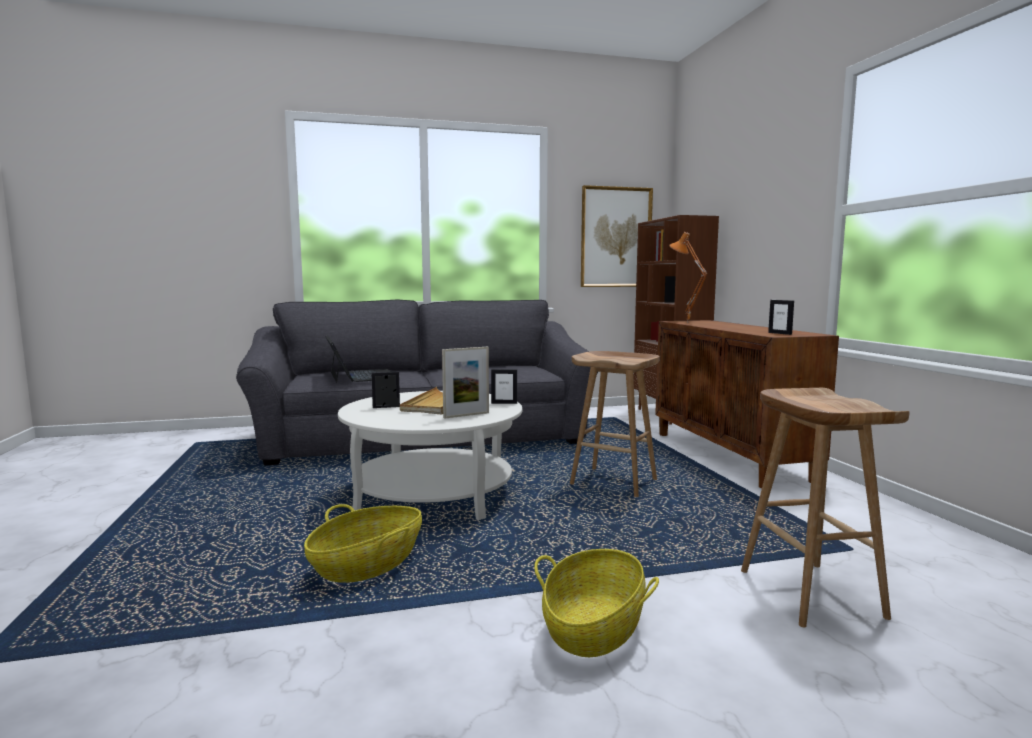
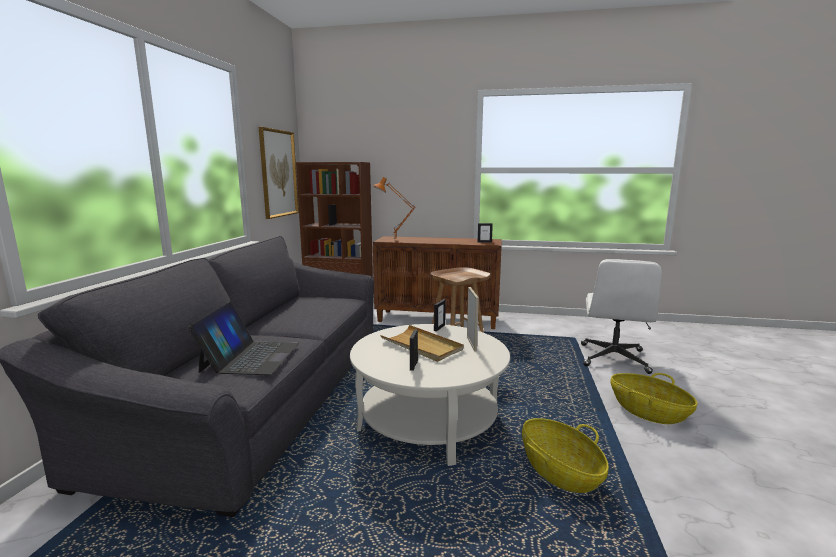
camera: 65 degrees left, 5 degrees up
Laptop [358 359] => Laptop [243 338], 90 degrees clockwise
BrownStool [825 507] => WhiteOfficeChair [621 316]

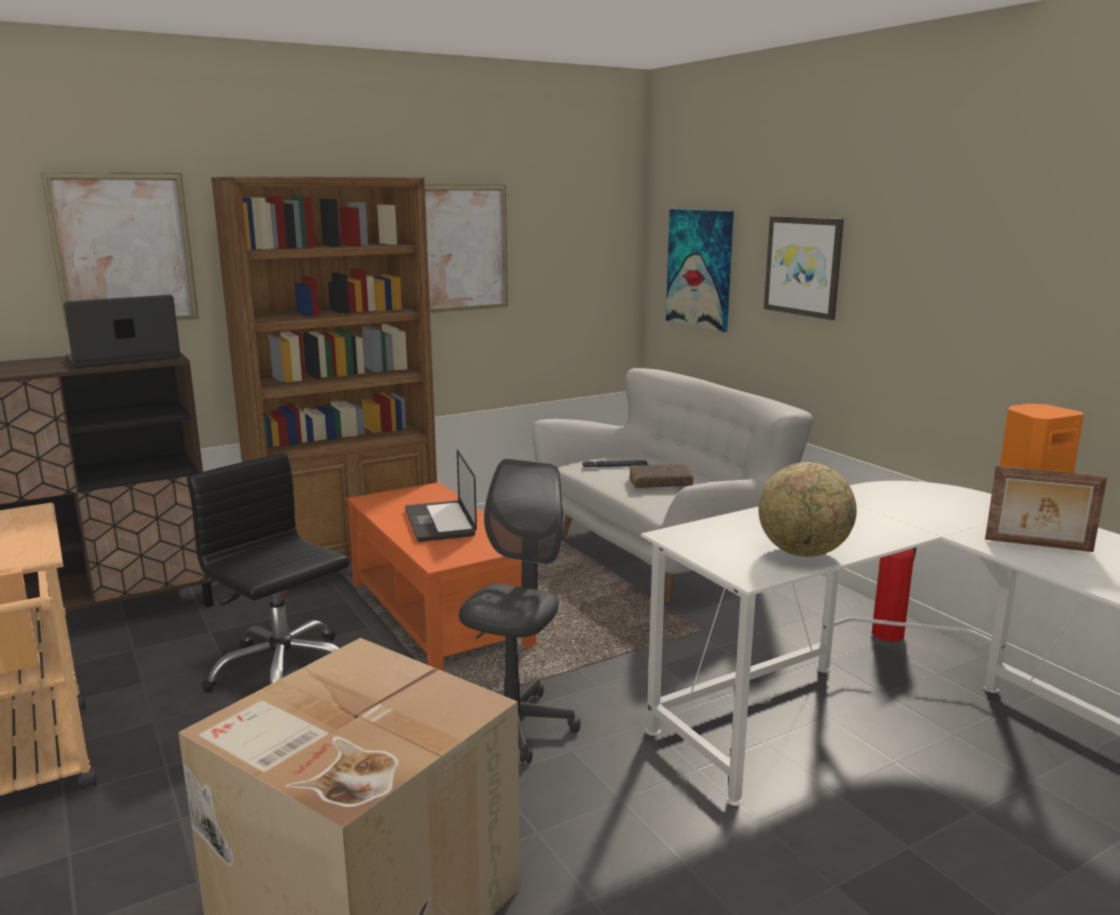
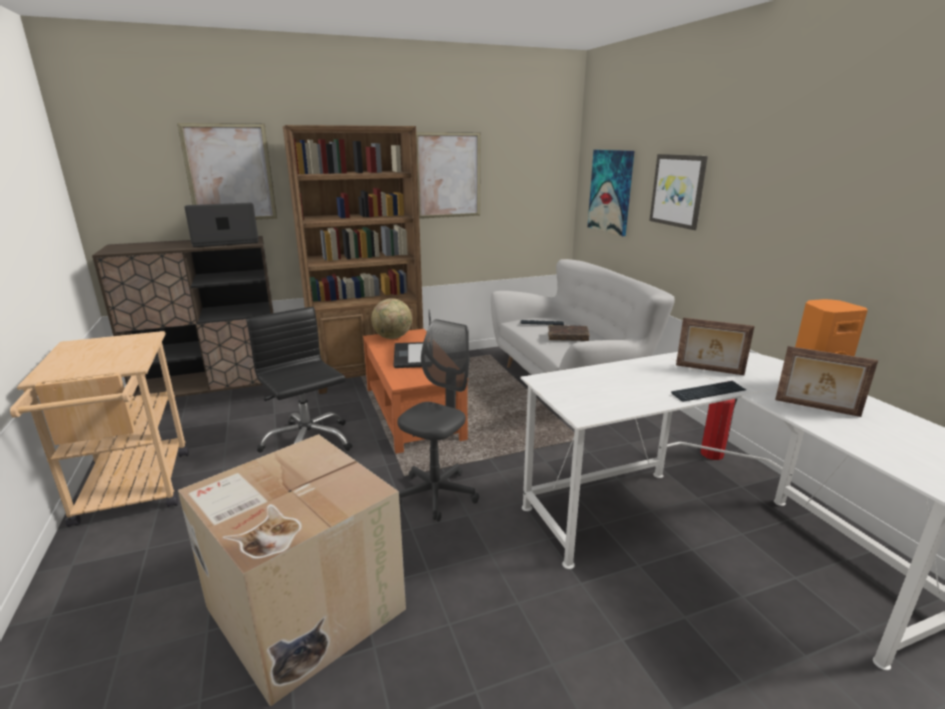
camera: 10 degrees right, 5 degrees up
Globe [807 509] => Globe [391 318], move
nothing => Keyboard [708 391]
nothing => PictureFrame [715 346]

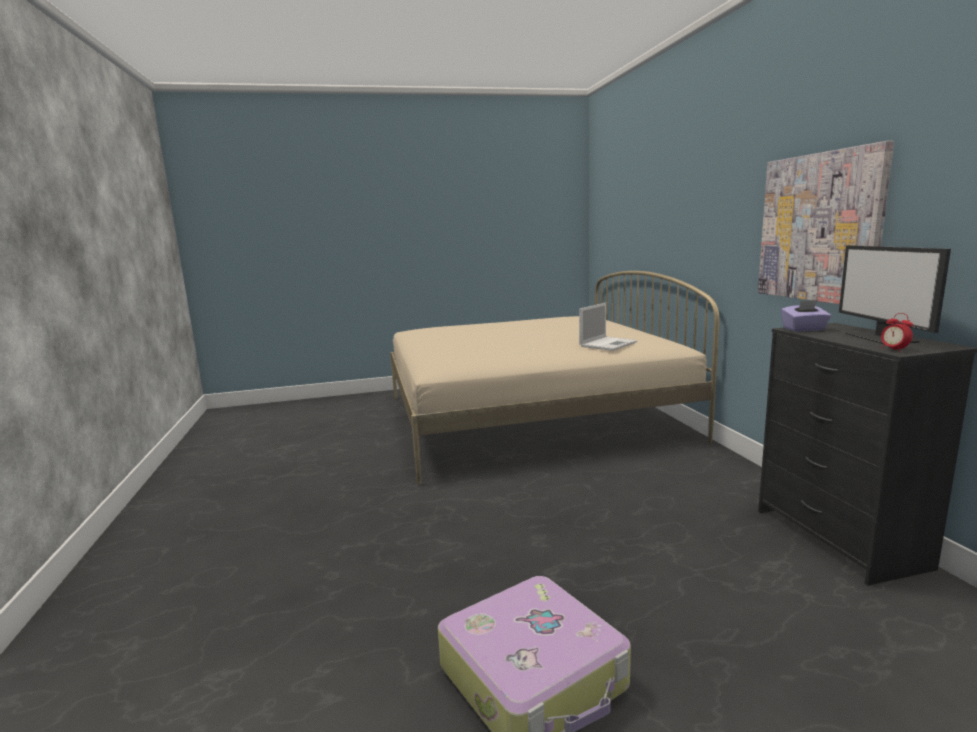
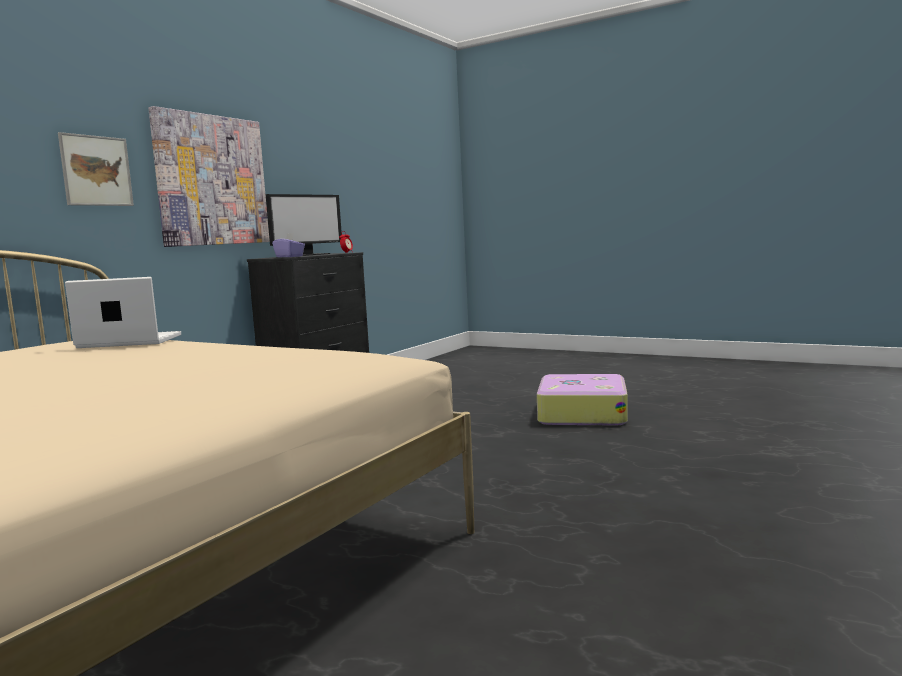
camera: 135 degrees left, 5 degrees down
nothing => Picture [96 169]

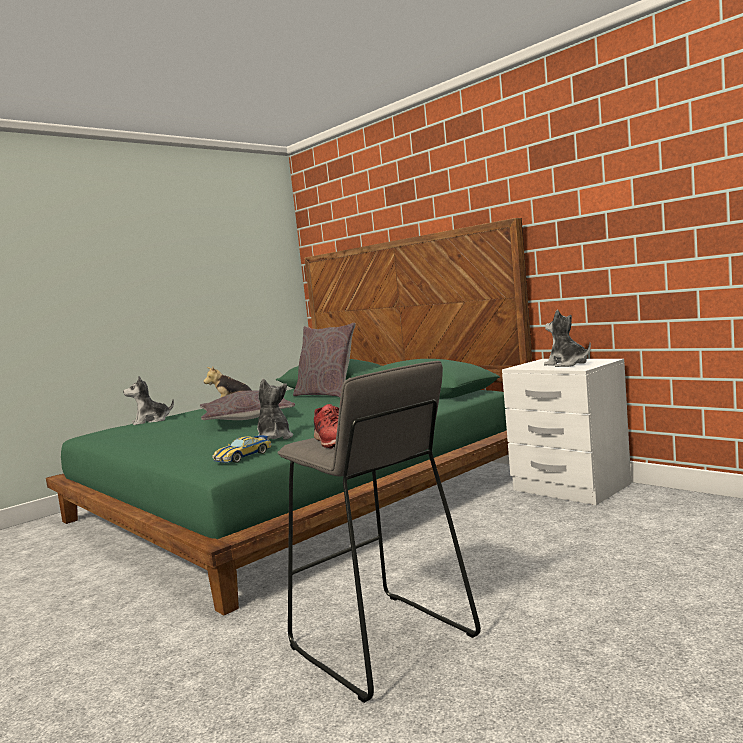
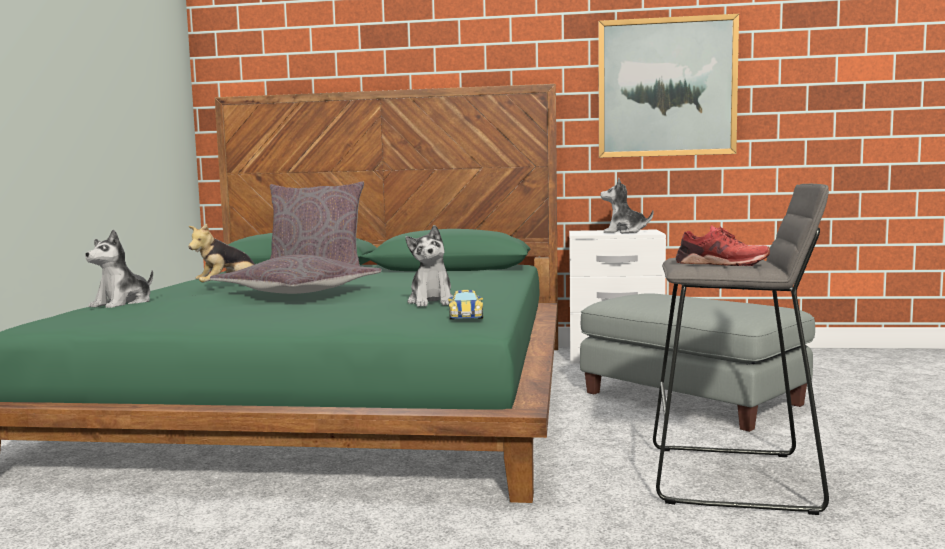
camera: 40 degrees left, 0 degrees up
PlushToy [275 409] => PlushToy [429 266], 135 degrees counterclockwise
nothing => GreyOttoman [697 362]
nothing => Picture [668 86]

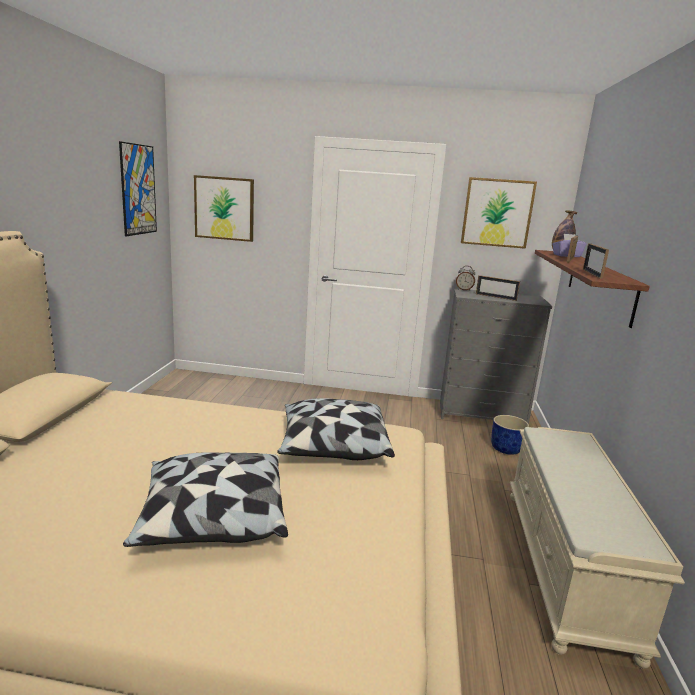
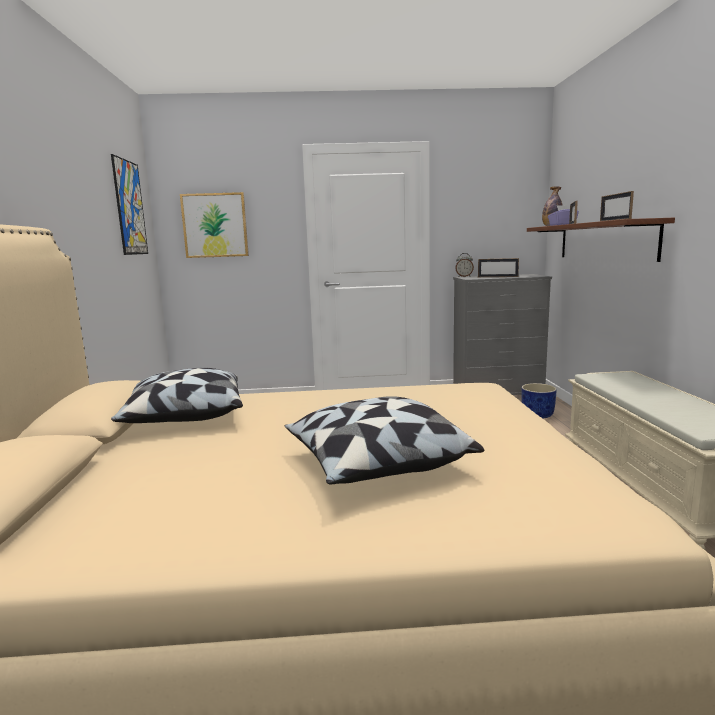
camera: 10 degrees left, 5 degrees down
Pillow [336 429] => Pillow [177 395], move
Picture [499 213] => nothing

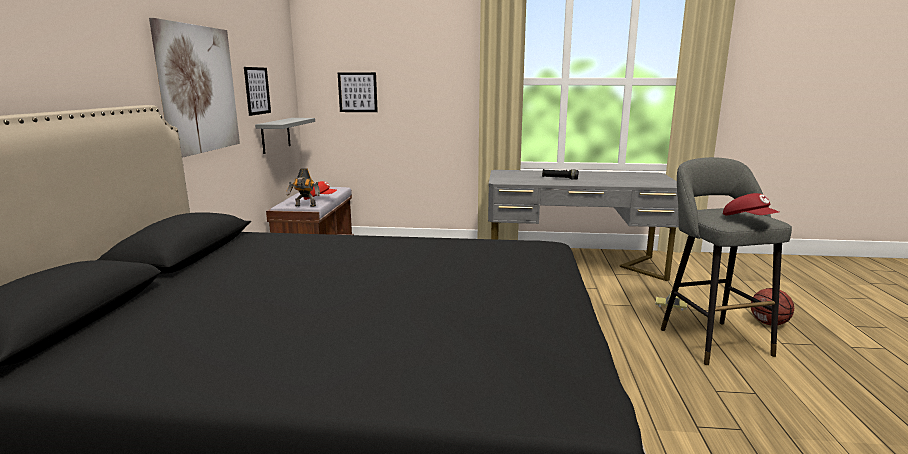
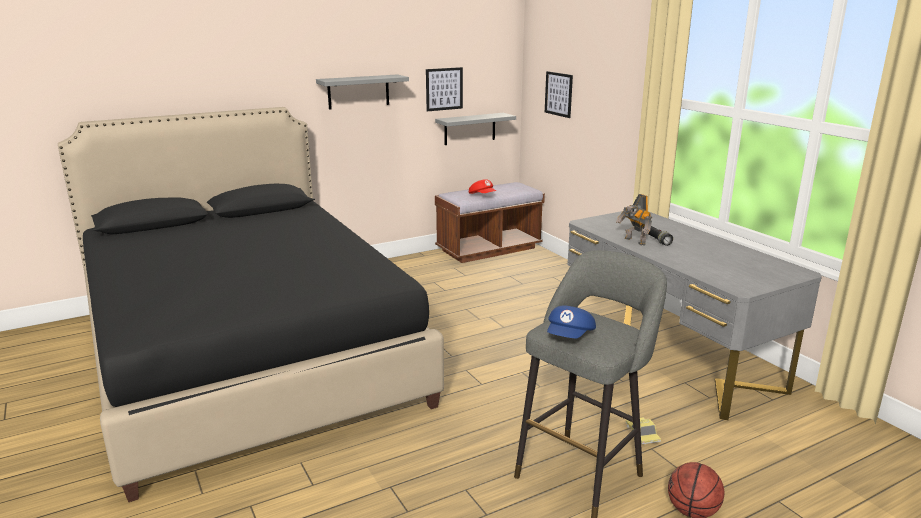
camera: 55 degrees right, 5 degrees up
Picture [194 88] => GreyShelf [362 92]
RedCap [751 204] => BlueCap [571 321]
ToyRobot [303 187] => ToyRobot [634 219], move

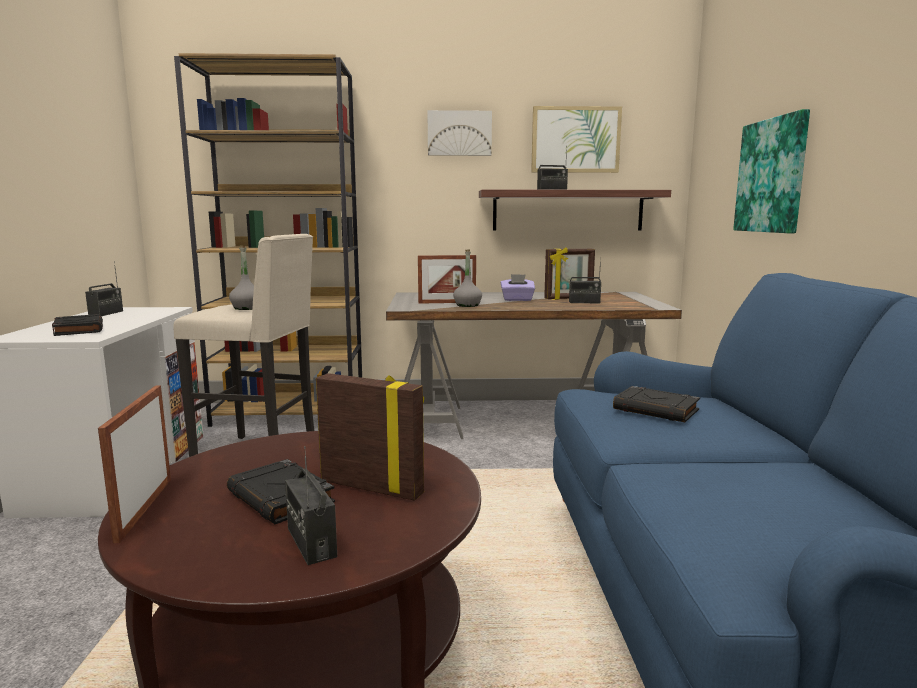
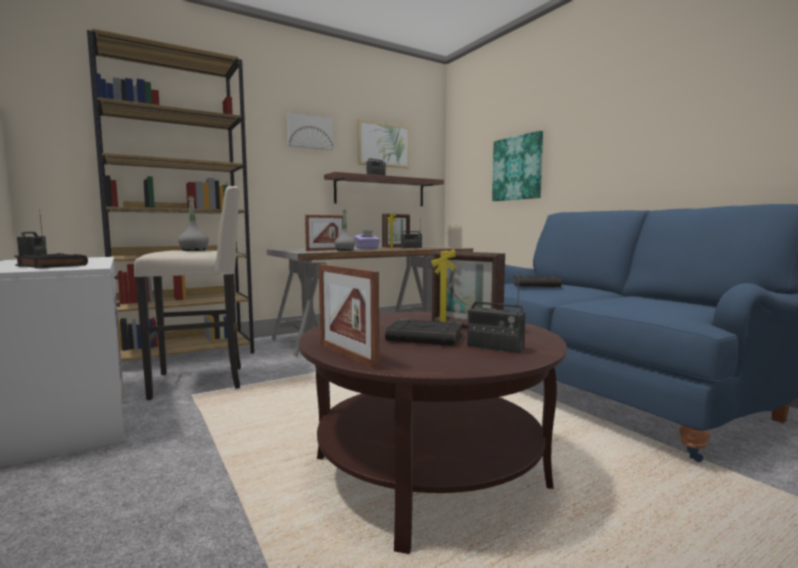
camera: 30 degrees left, 5 degrees down
PictureFrame [370 437] => PictureFrame [468 288], 135 degrees counterclockwise

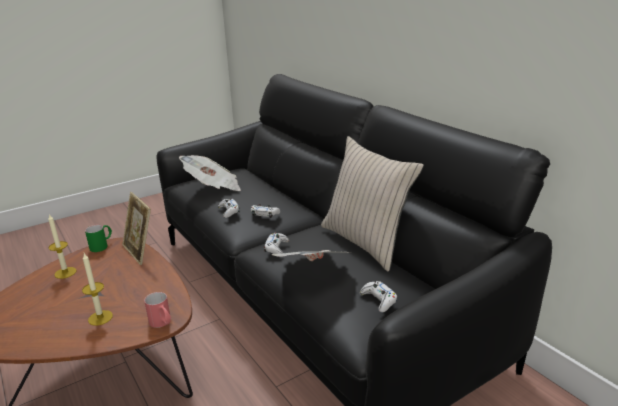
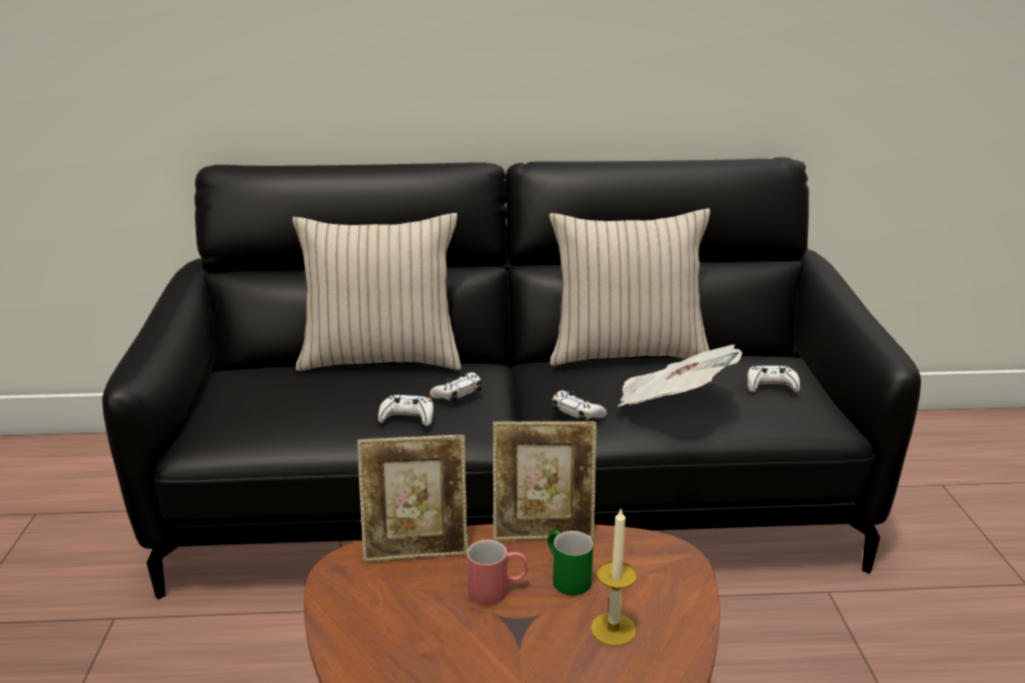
camera: 60 degrees left, 0 degrees up
nothing => BeigePillow [376 292]
RedMug [157 310] => RedMug [497 572], move
nothing => PictureFrame [545 481]
GreenMug [98 238] => GreenMug [570 563], move
Candle [62 246] => nothing
Newspaper [210 173] => nothing

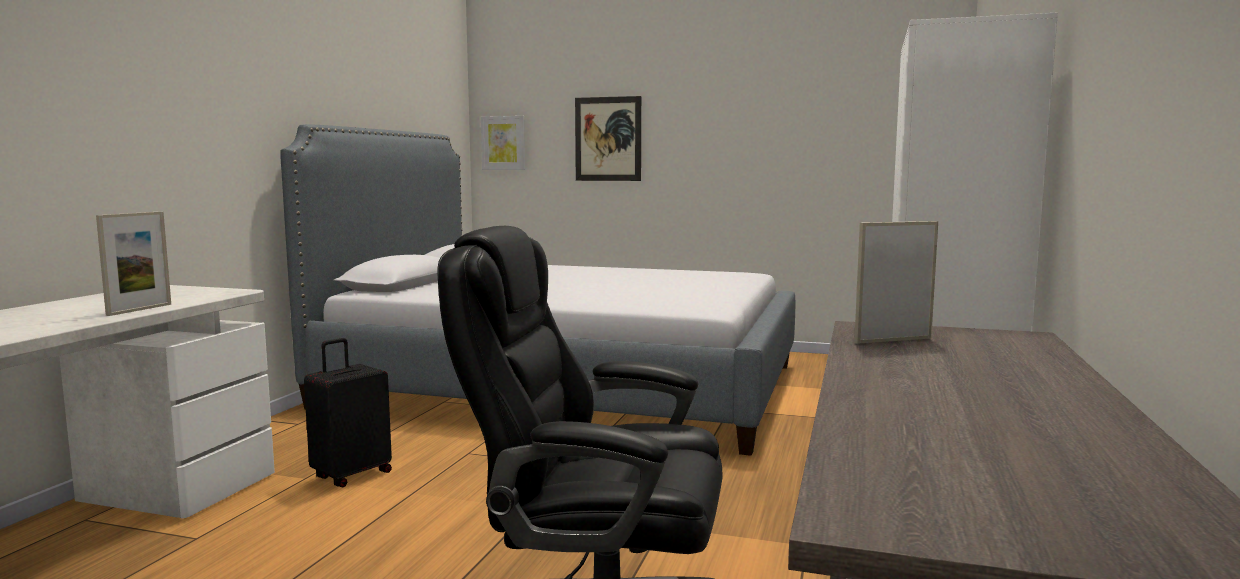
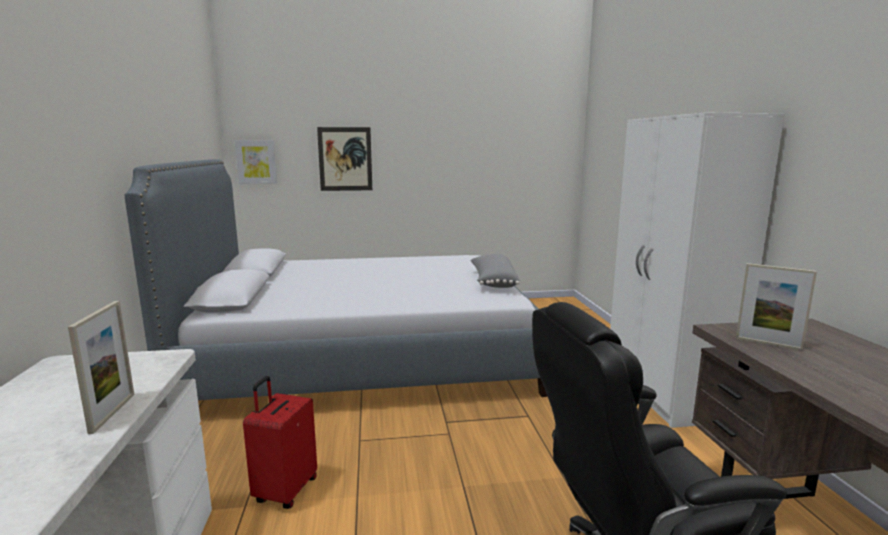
camera: 25 degrees left, 5 degrees up
BlackSuitcase [348 412] => RedSuitcase [280 442]
nothing => GreyPillow [495 271]
PictureFrame [896 282] => PictureFrame [776 307], 105 degrees counterclockwise

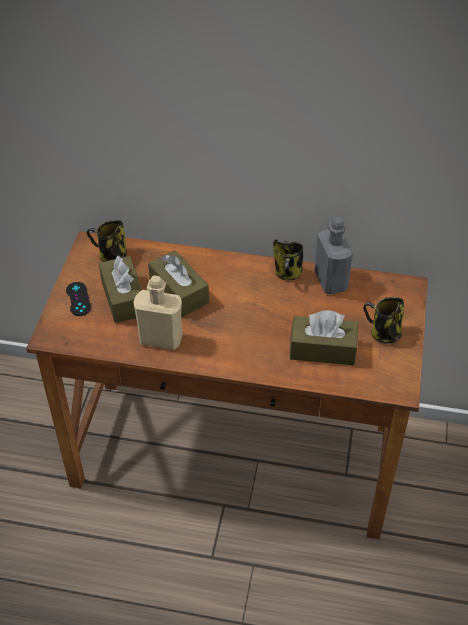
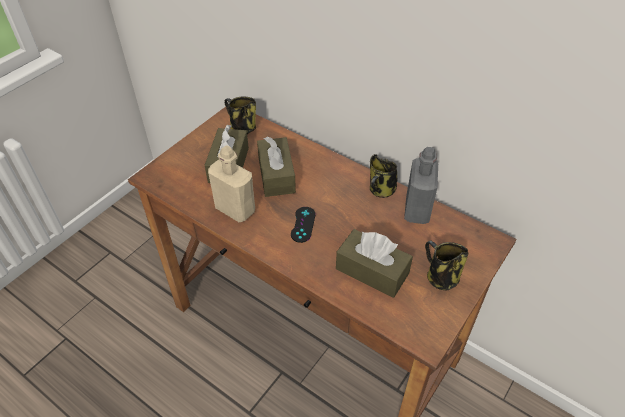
camera: 25 degrees right, 0 degrees up
BlackGameController [78 299] => BlackGameController [303 225], move

